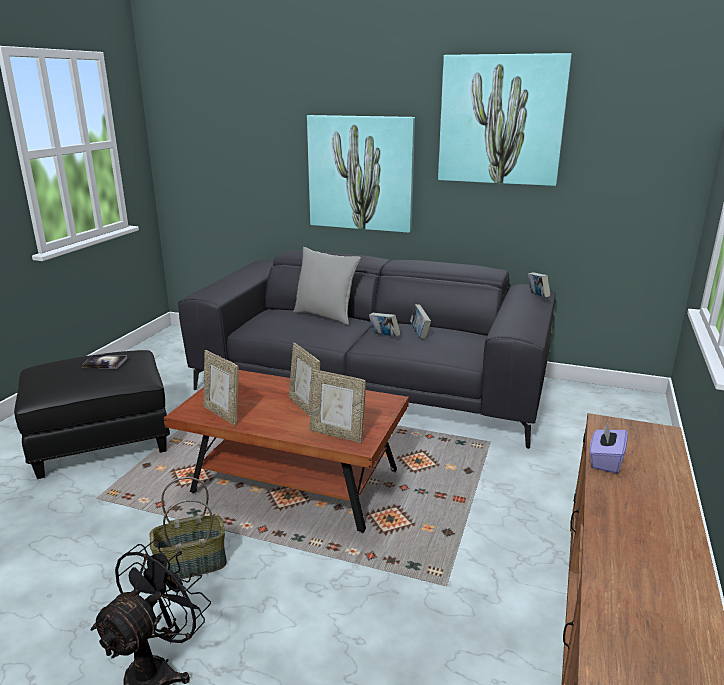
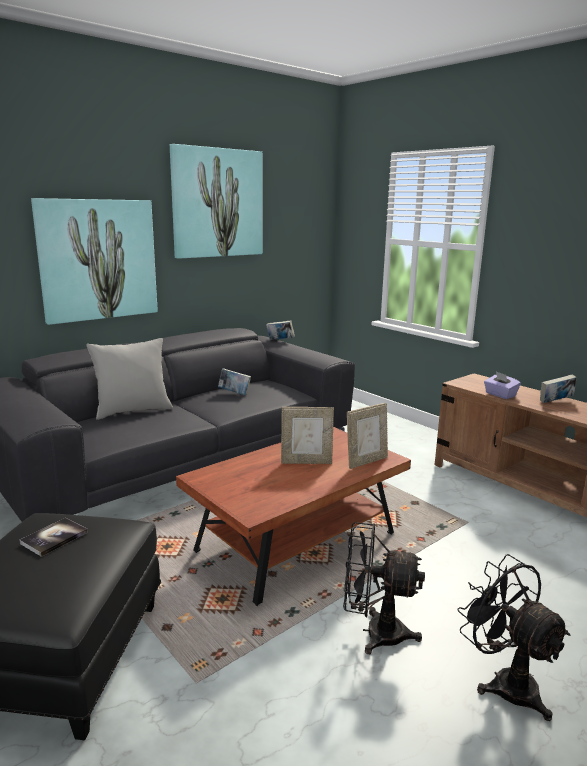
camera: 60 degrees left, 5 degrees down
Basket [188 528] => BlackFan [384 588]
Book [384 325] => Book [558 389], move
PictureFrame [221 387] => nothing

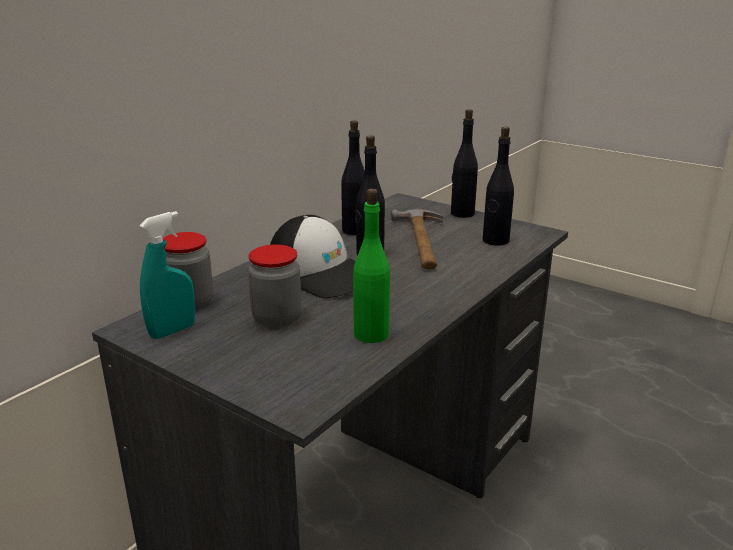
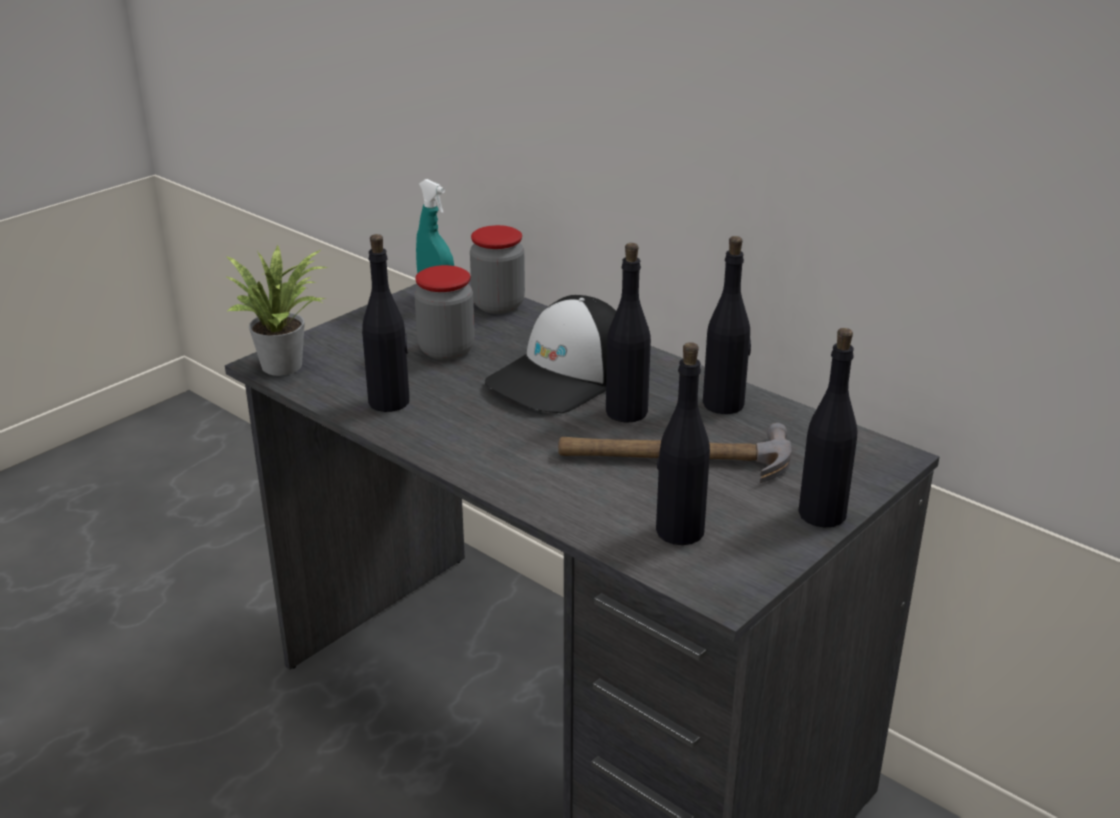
camera: 95 degrees right, 5 degrees up
nothing => PottedPlant [277 310]
GreenBottle [371 266] => BlackBottle [386 323]

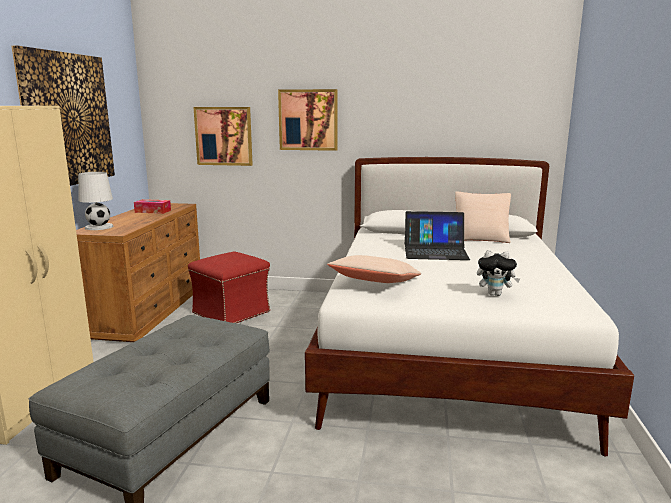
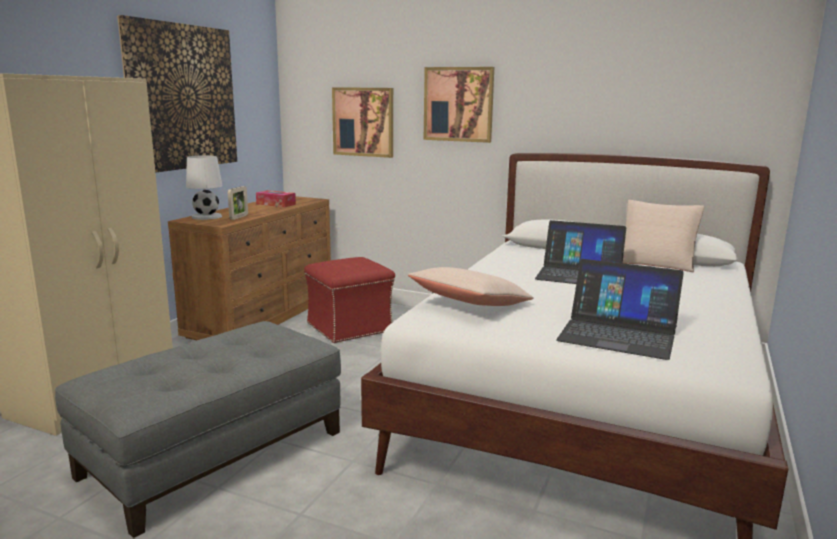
camera: 15 degrees right, 0 degrees up
nothing => PictureFrame [238 203]
PlushToy [499 273] => Laptop [620 309]

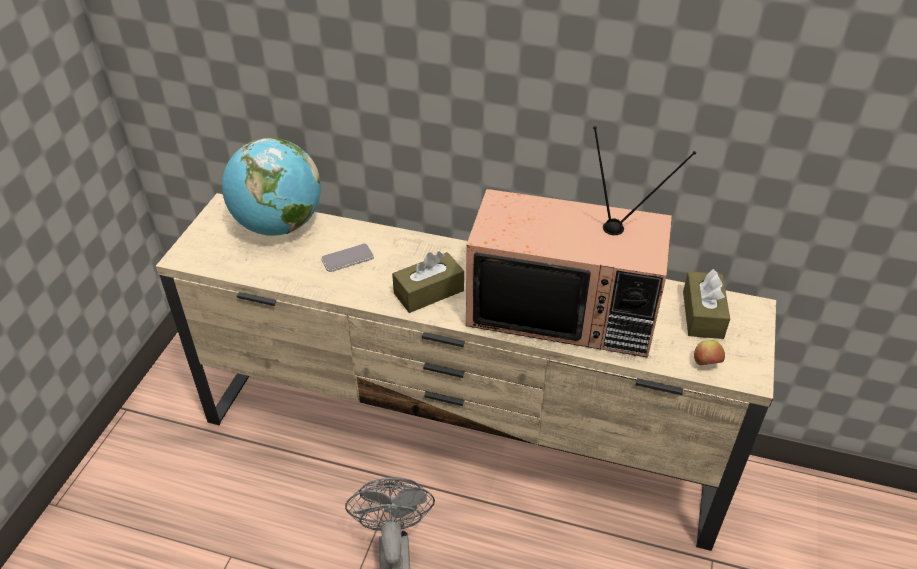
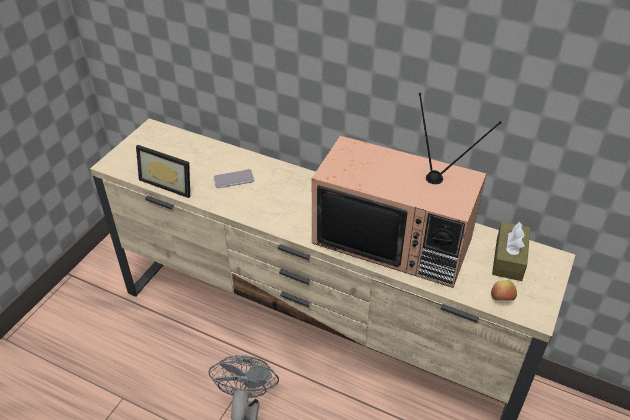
camera: 10 degrees right, 0 degrees up
nothing => PictureFrame [163 171]
Globe [271 187] => nothing
BrownTissueBox [428 282] => nothing

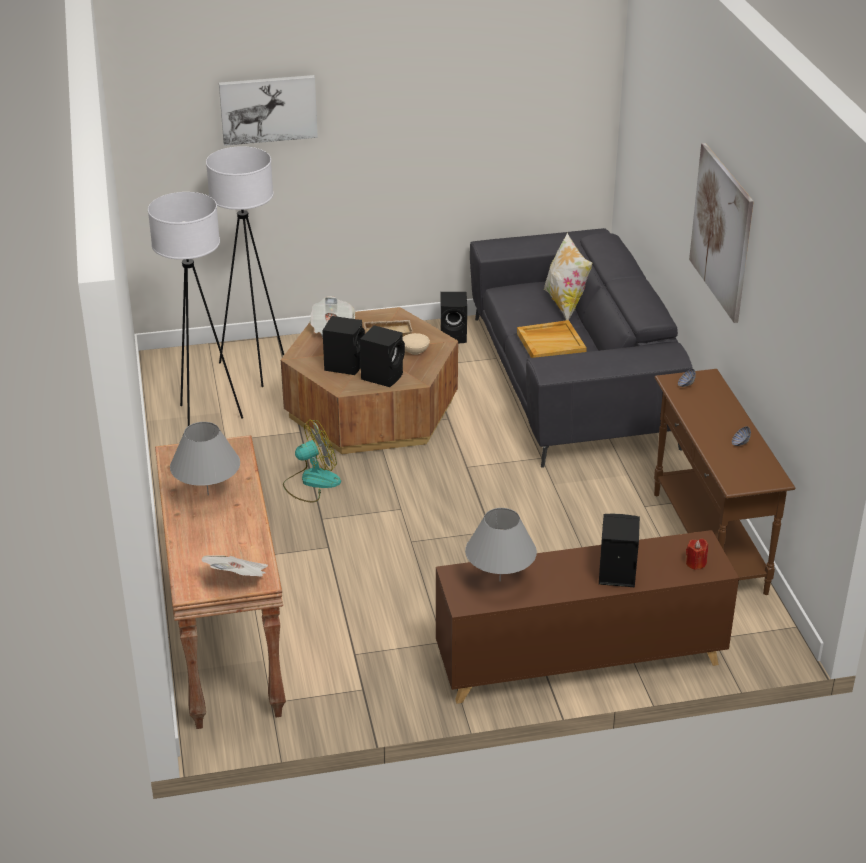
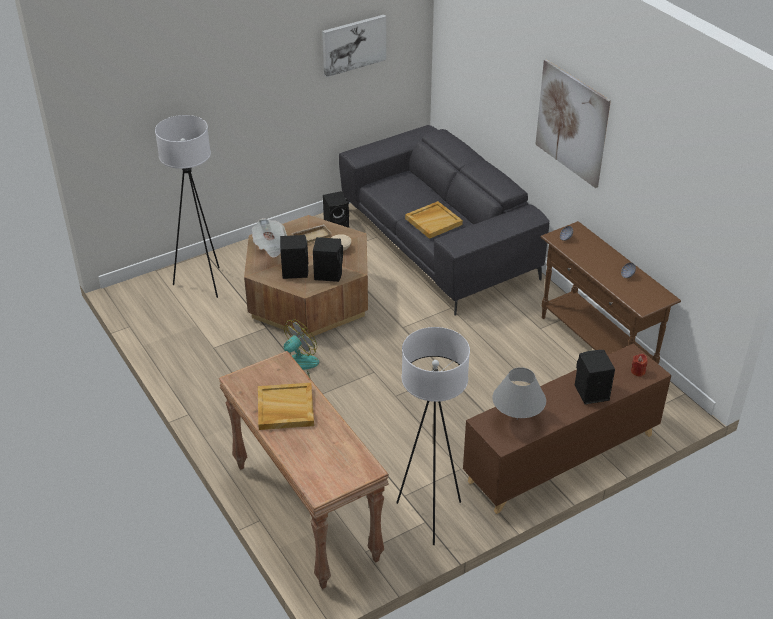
camera: 20 degrees left, 5 degrees up
GreyTableLamp [205 459] => BeigeTray [286 406]
Picture [268 110] => Picture [354 46], move
WhiteFloorLamp [195 309] => WhiteFloorLamp [433 436], move
Newspaper [234 566] => nothing
Pillow [568 276] => nothing

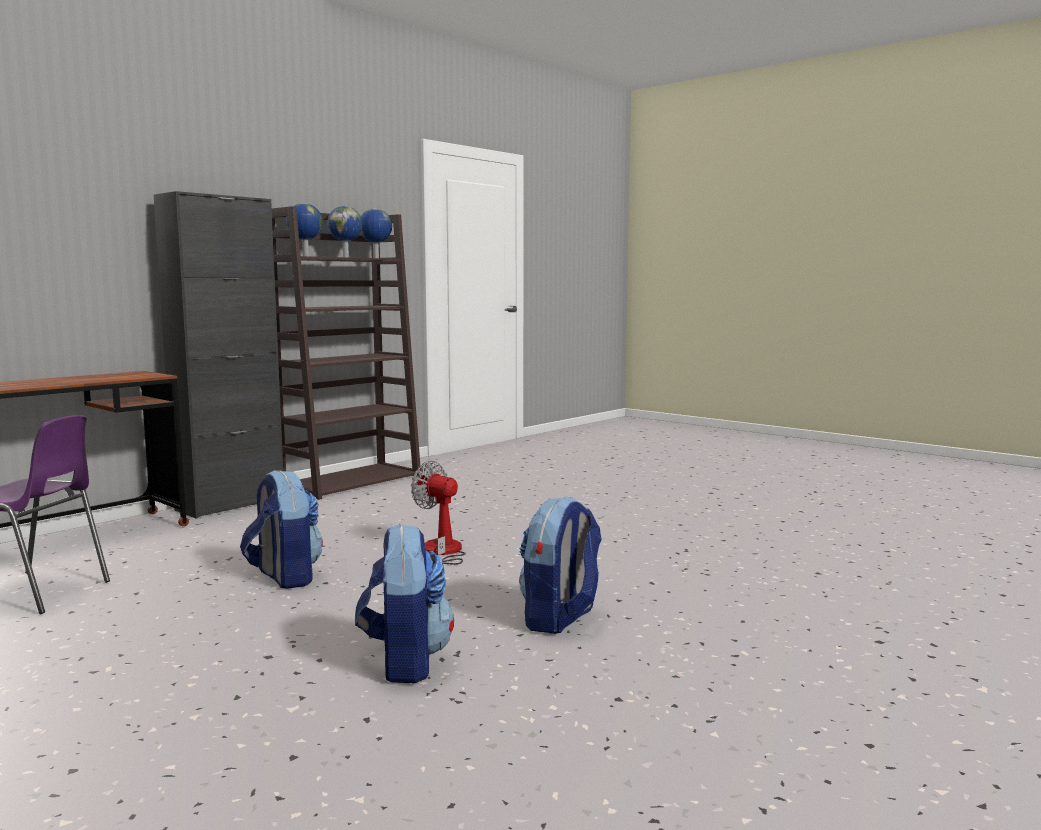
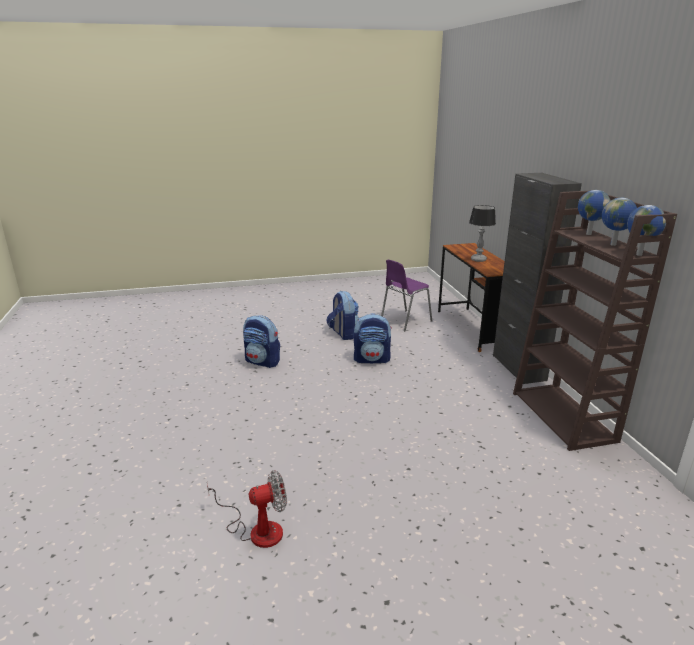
camera: 125 degrees right, 15 degrees up
Fan [438 512] => Fan [247 509], move
Backpack [560 565] => Backpack [342 315], move
nothing => TableLamp [482 233]

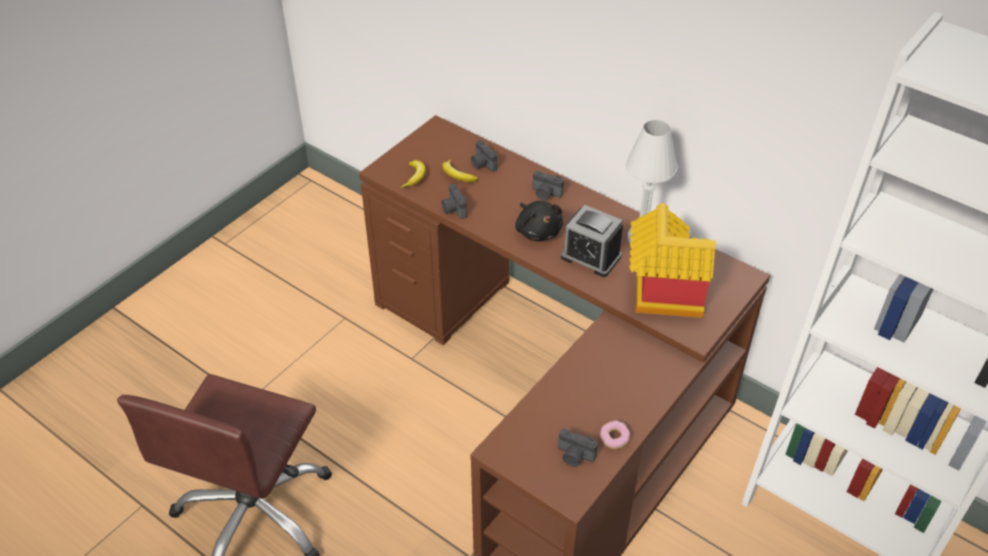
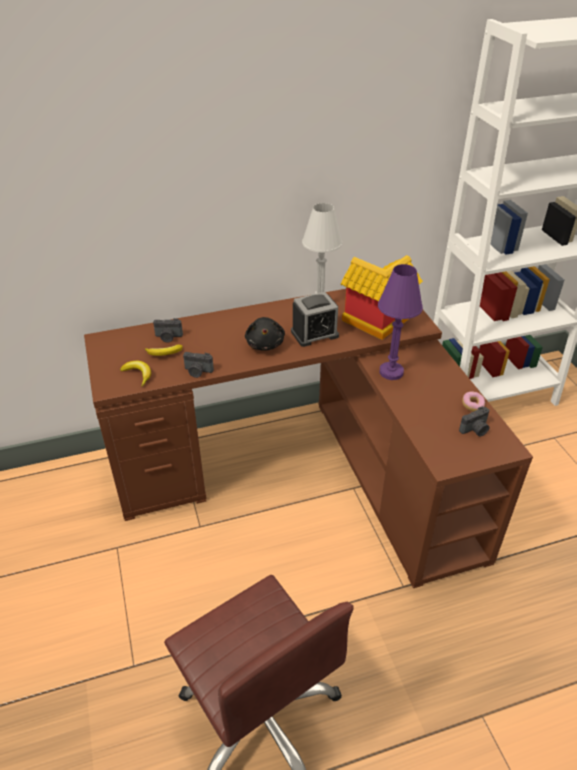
camera: 55 degrees left, 5 degrees down
BlackPlushToy [539 221] => BlackPlushToy [265 334], 75 degrees clockwise
nothing => PurpleTableLamp [400 322]
PhotoCamera [548 186] => nothing

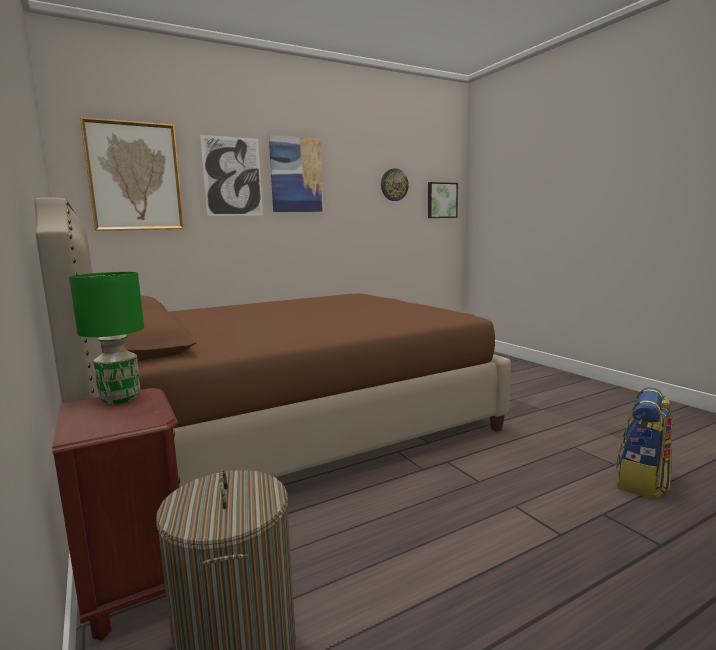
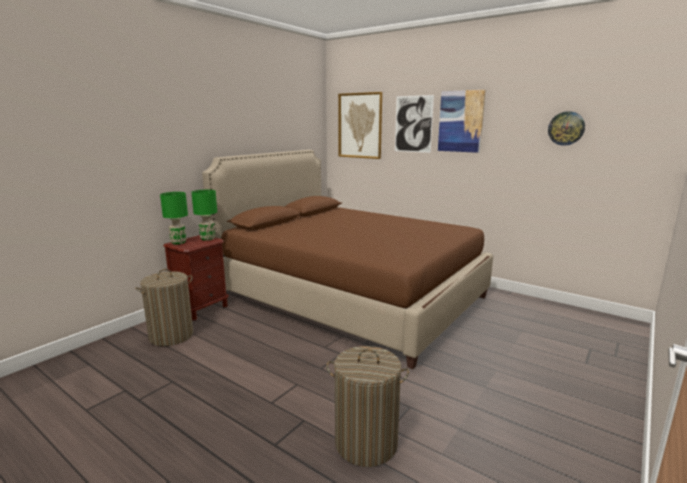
camera: 65 degrees right, 5 degrees up
nothing => GreenTableLamp [174 218]
Backpack [644 442] => LaundryBasket [367 406]
Picture [443 200] => nothing

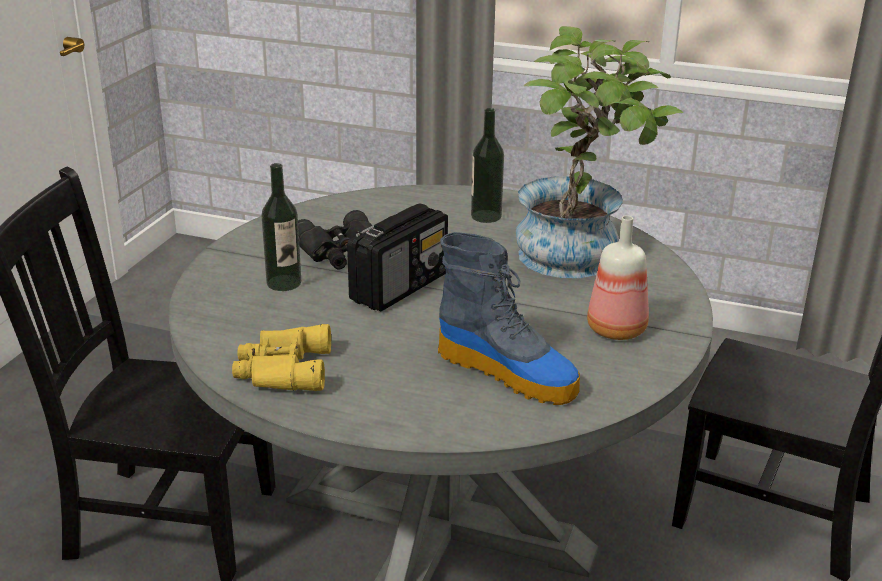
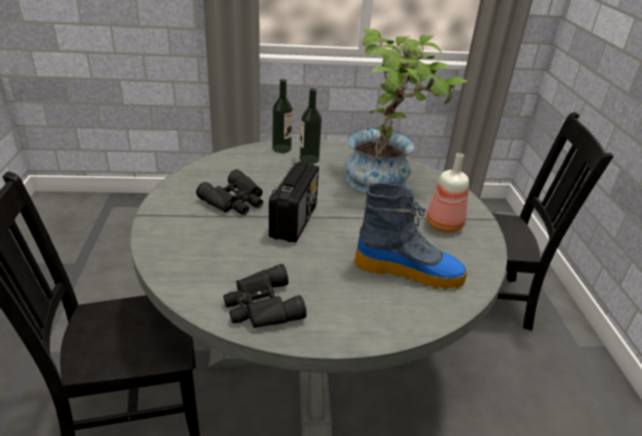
camera: 25 degrees left, 5 degrees up
YellowBinoculars [281 357] => BlackBinoculars [265 296]
Bottle [281 227] => Bottle [282 116], move

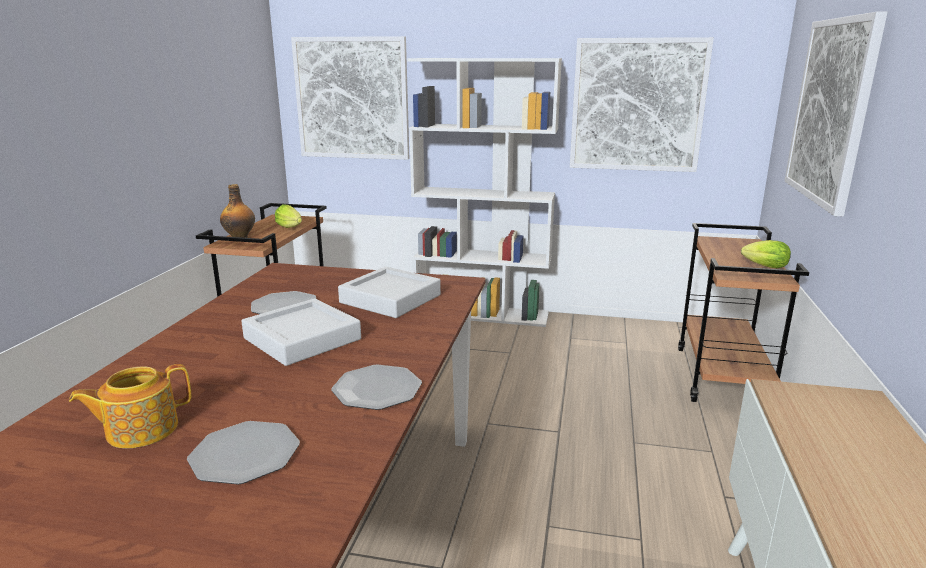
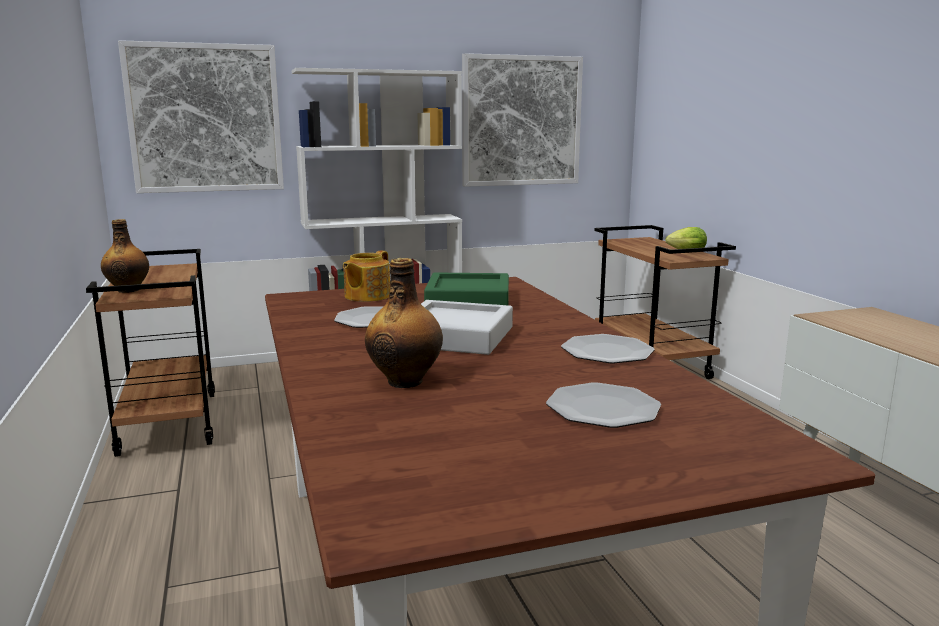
camera: 30 degrees left, 5 degrees down
Teapot [130 406] => Teapot [366 276], move
nothing => Bottle [404 323]
GreyTray [389 292] => GreenTray [466 288]
Lettuce [288 216] => nothing
Picture [836 113] => nothing

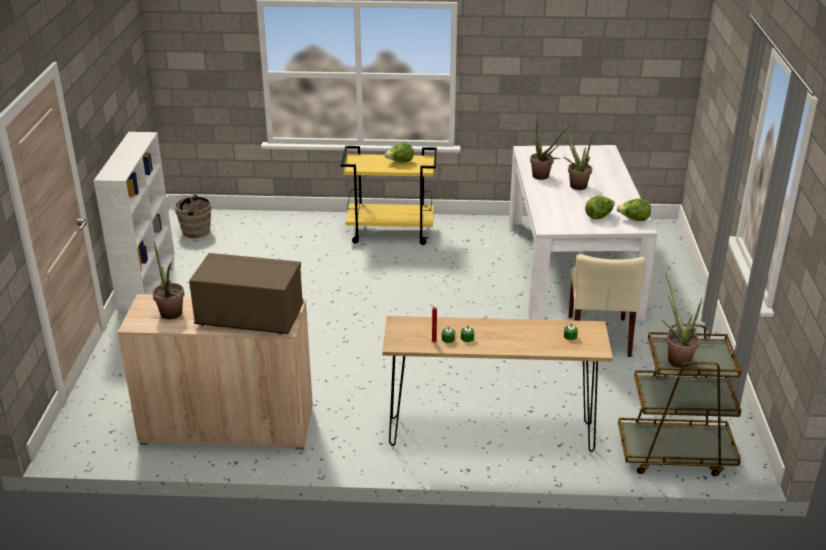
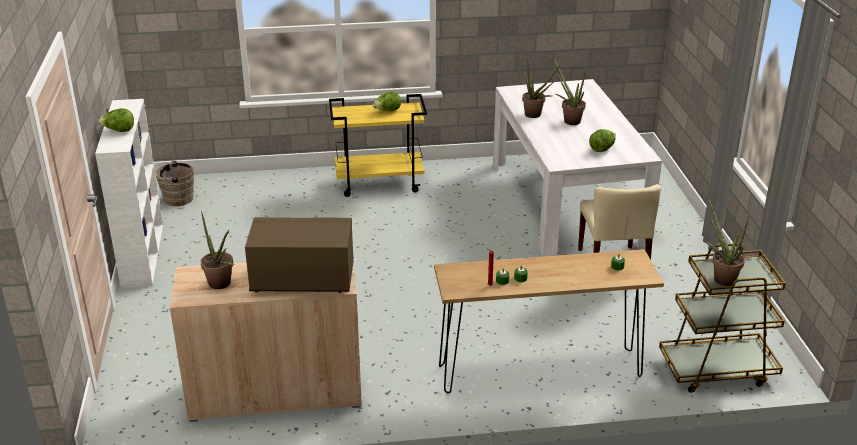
camera: 10 degrees left, 0 degrees up
Lettuce [633 209] => Lettuce [116 120], move

